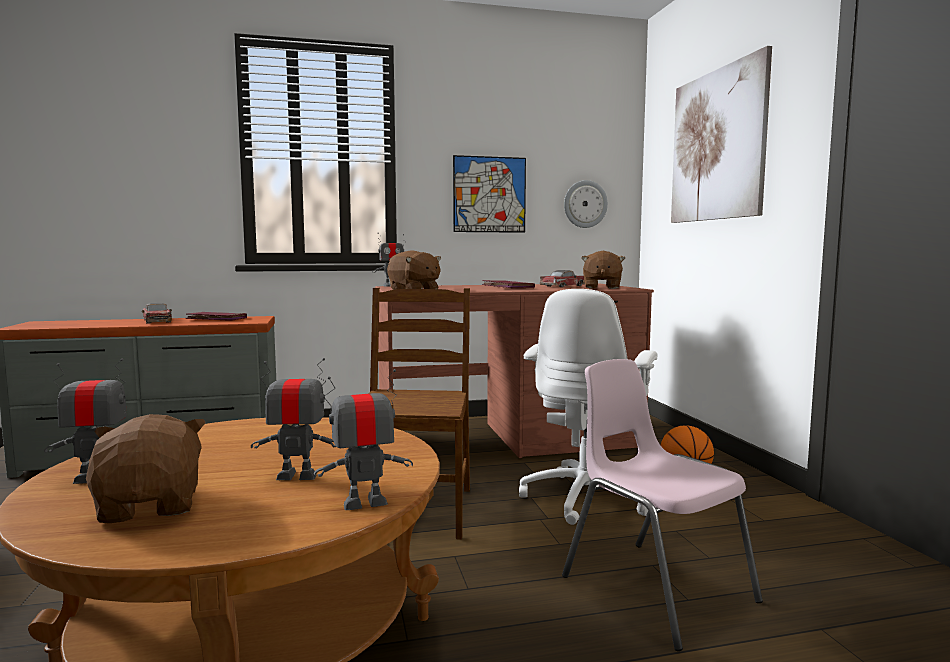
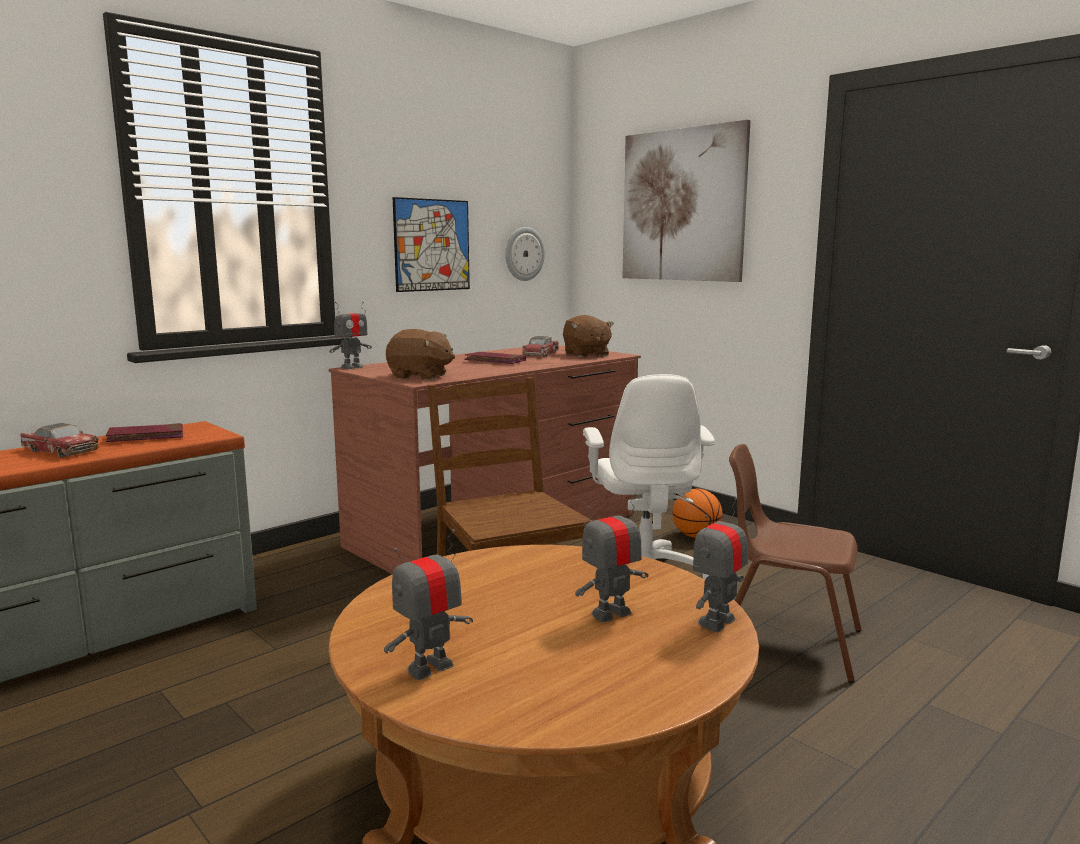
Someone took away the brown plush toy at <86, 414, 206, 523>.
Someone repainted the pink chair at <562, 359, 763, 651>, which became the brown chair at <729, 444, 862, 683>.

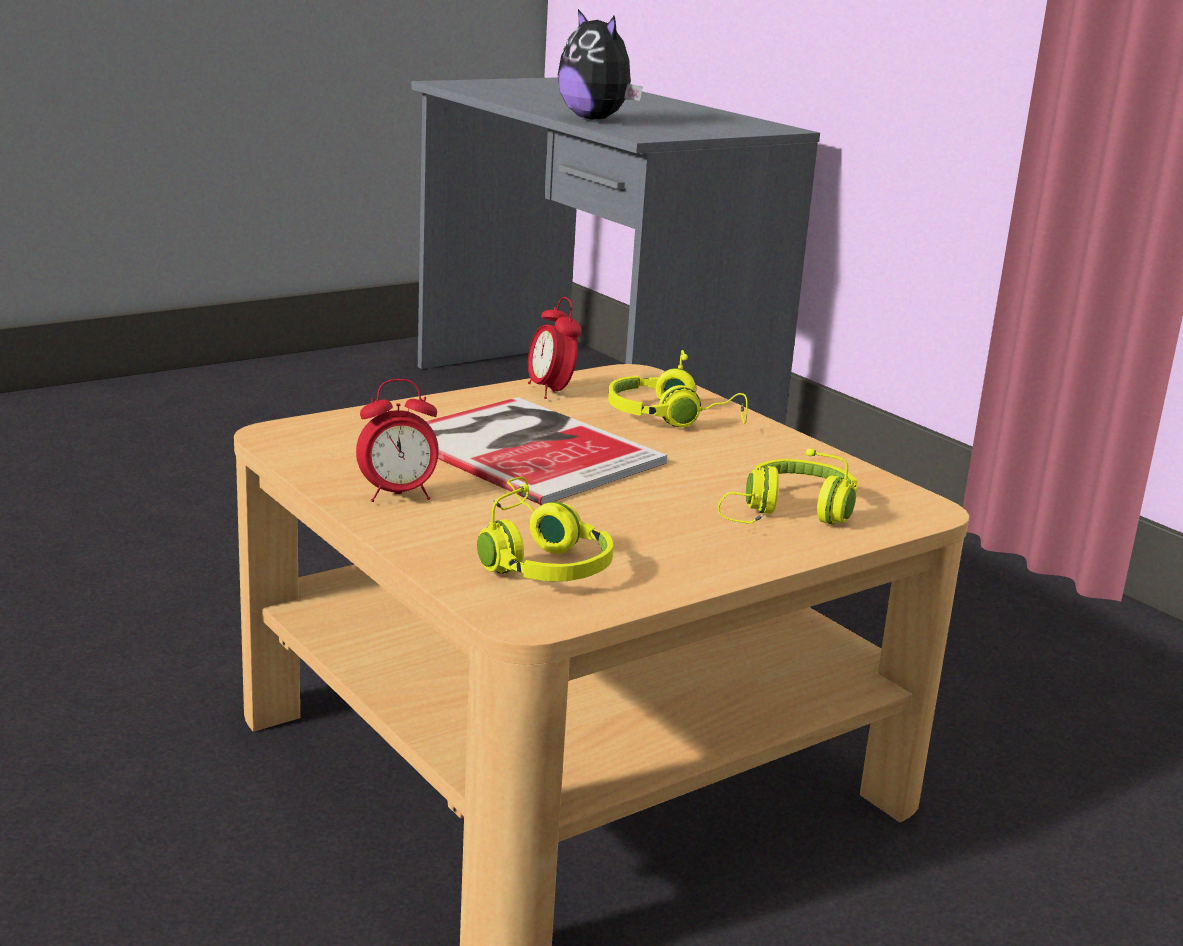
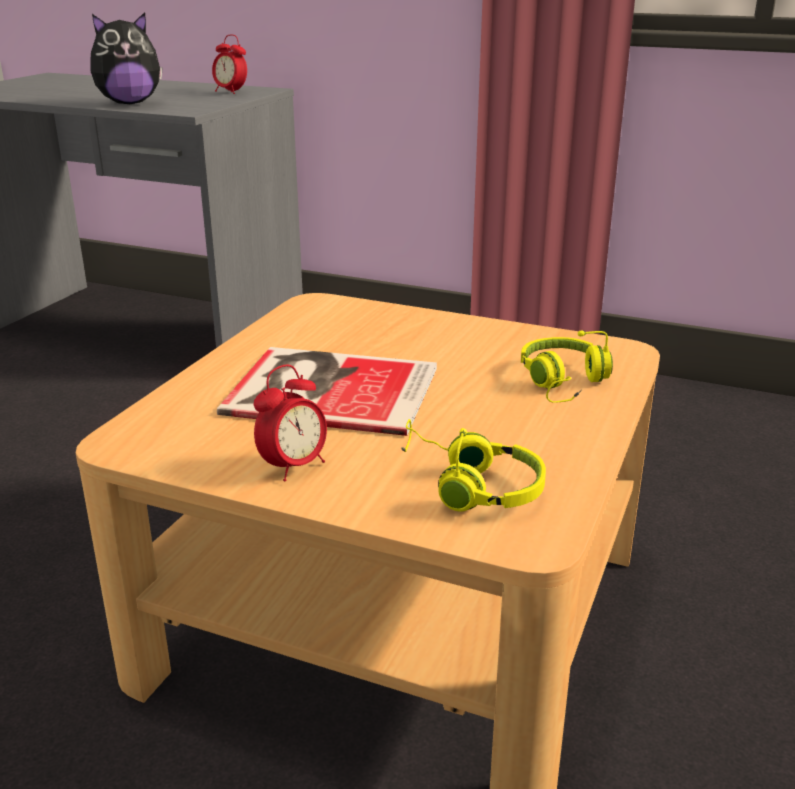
Someone carried the alarm clock from <528, 297, 582, 399> to <212, 34, 247, 94>.
Someone rotated the plush toy at <558, 9, 642, 120> by 45 degrees counterclockwise.
Someone took away the yellow headphones at <608, 350, 748, 427>.

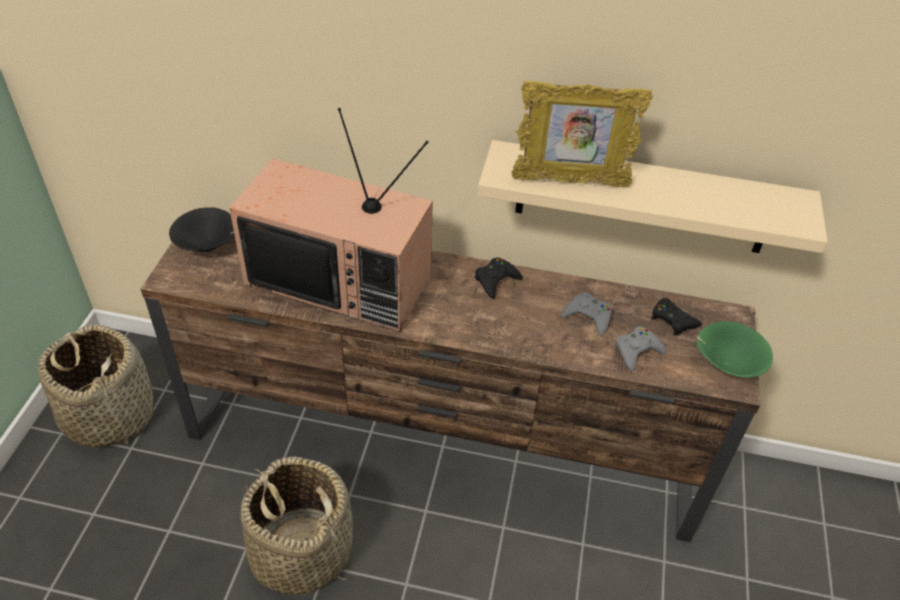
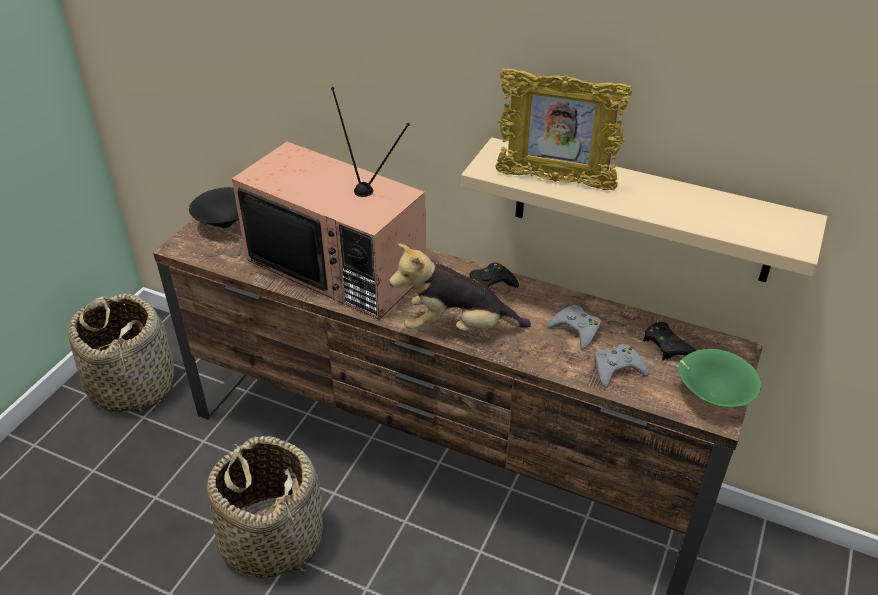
Someone put down the plush toy at <389, 243, 531, 331>.

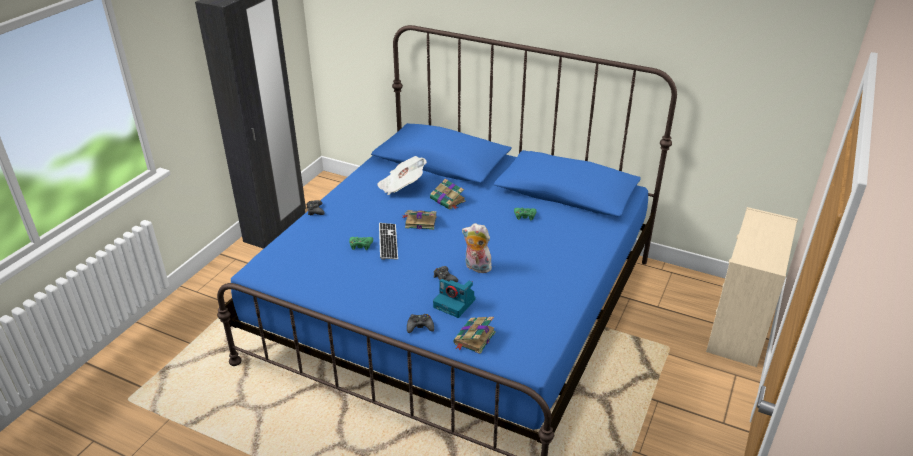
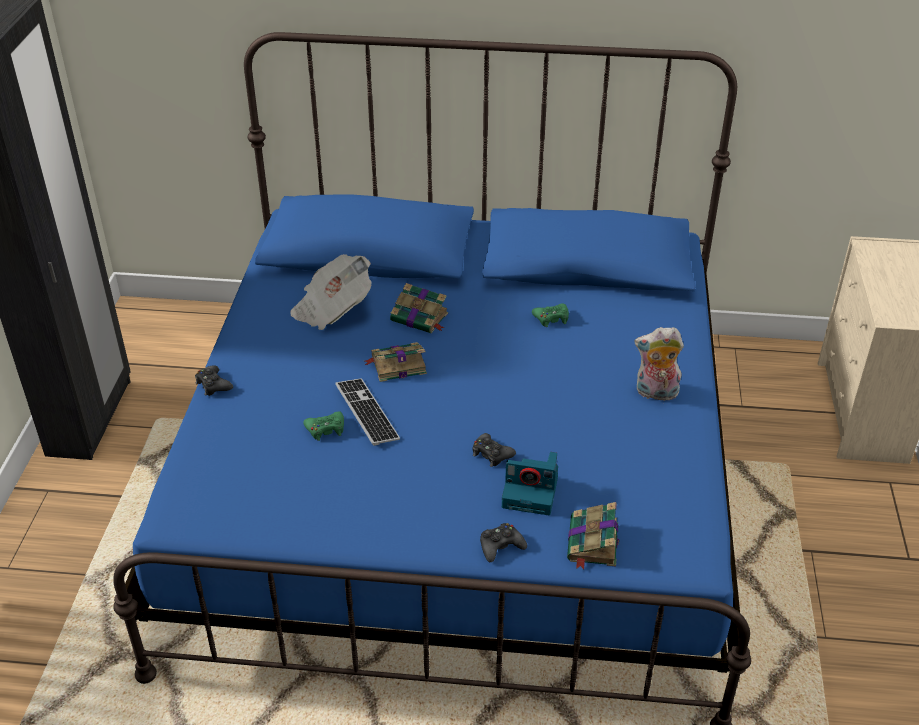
Someone carried the plush toy from <462, 223, 492, 273> to <635, 327, 684, 401>.

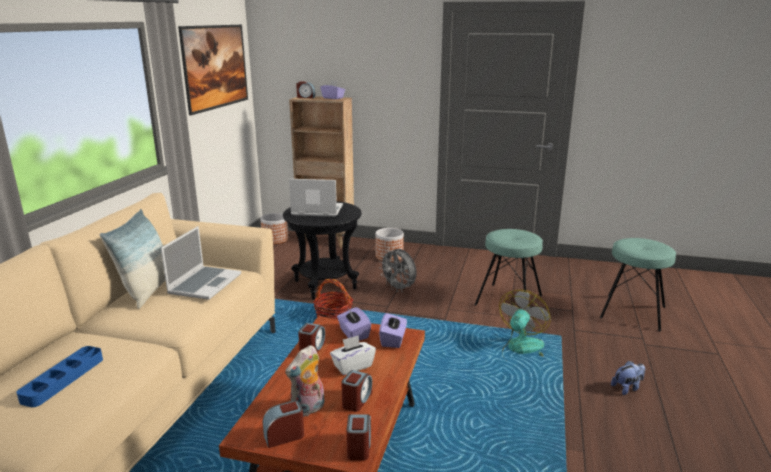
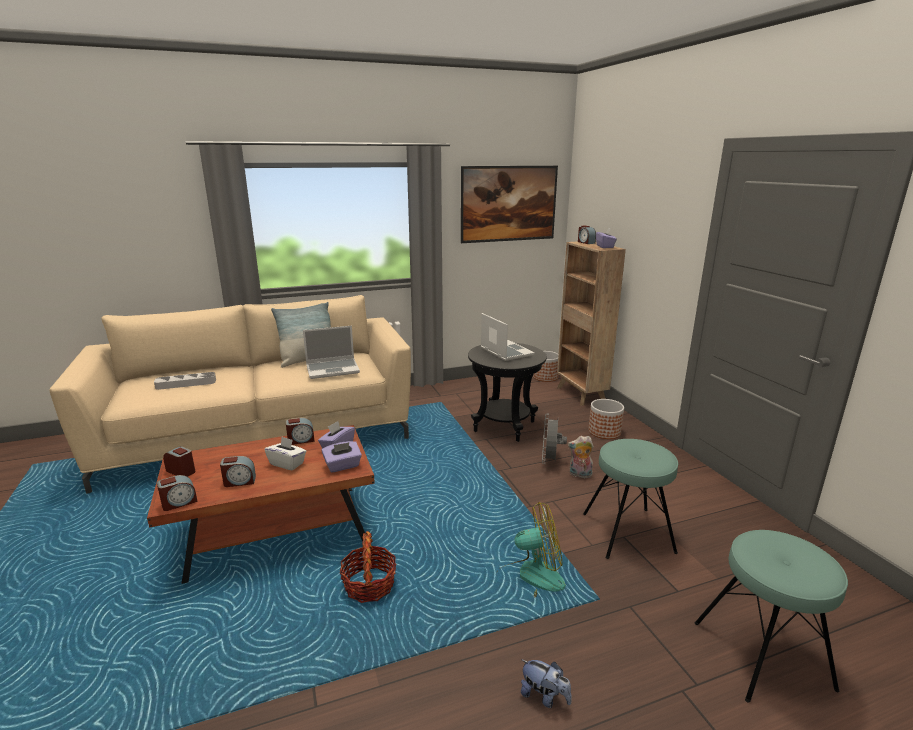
Someone repainted the blue tray at <17, 346, 103, 407>, which became the grey tray at <154, 372, 216, 390>.
Someone carried the plush toy from <285, 345, 325, 417> to <568, 436, 594, 478>.
Someone carried the basket from <313, 279, 353, 319> to <340, 531, 397, 603>.

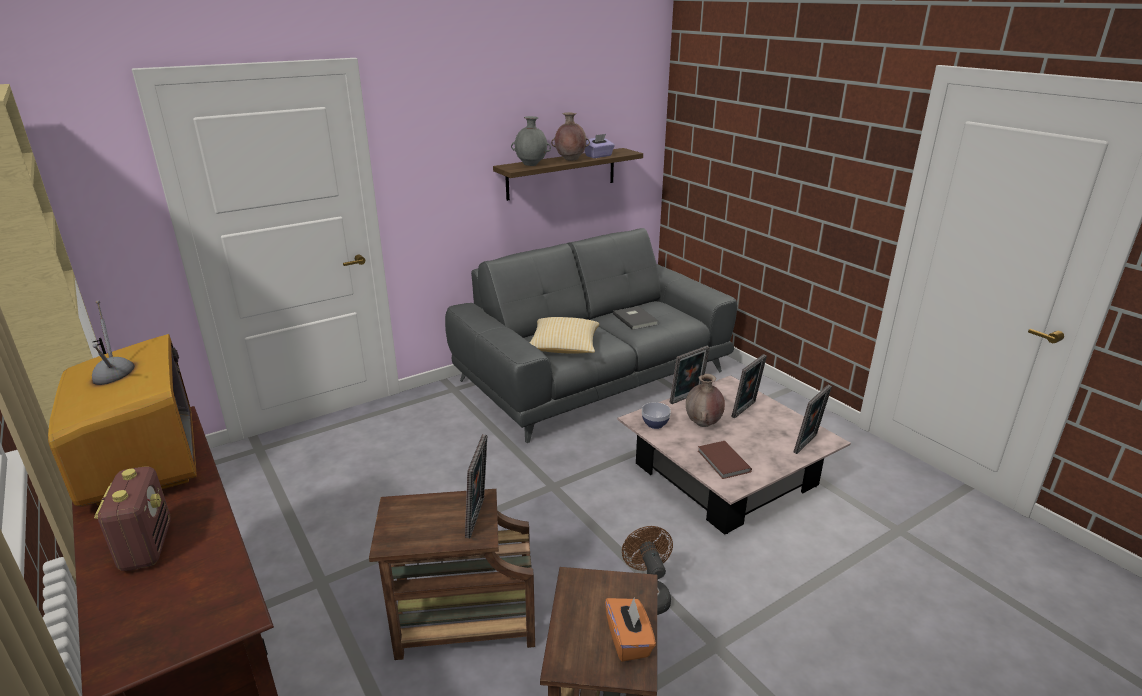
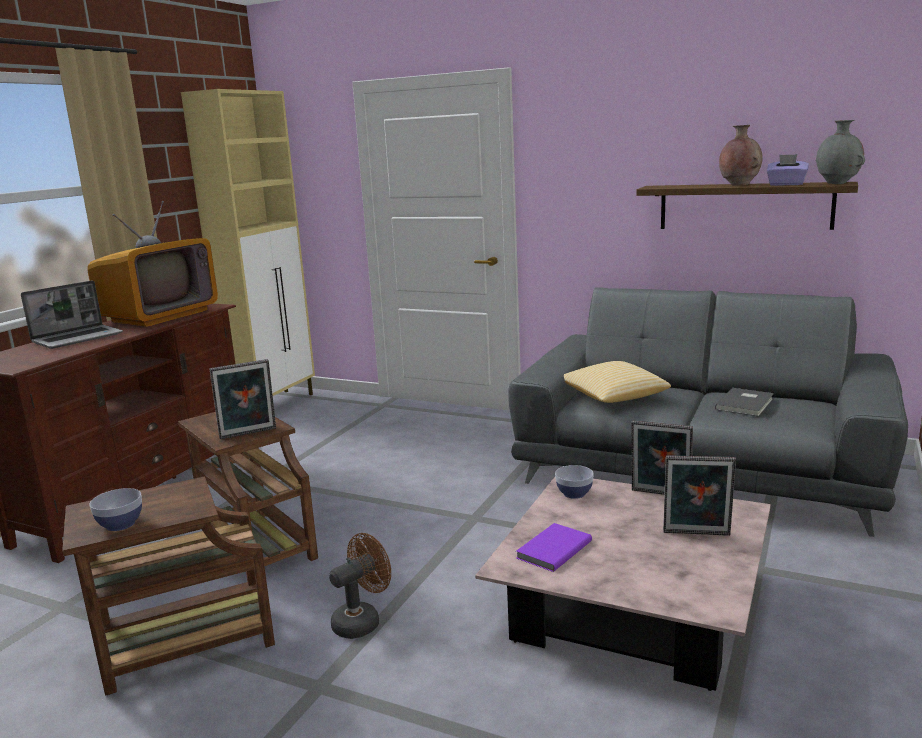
Someone swapped the radio at <94, 466, 171, 571> for the laptop at <21, 281, 123, 349>.
Someone carried the grey vase from <511, 116, 551, 166> to <816, 120, 865, 184>.
Someone swapped the orange tissue box at <605, 598, 656, 662> for the bowl at <90, 488, 142, 531>.
Someone took away the brown vase at <686, 374, 725, 427>.
Someone repainted the brown book at <698, 441, 752, 479>, which became the purple book at <516, 523, 592, 572>.
Someone took away the picture frame at <794, 385, 832, 454>.

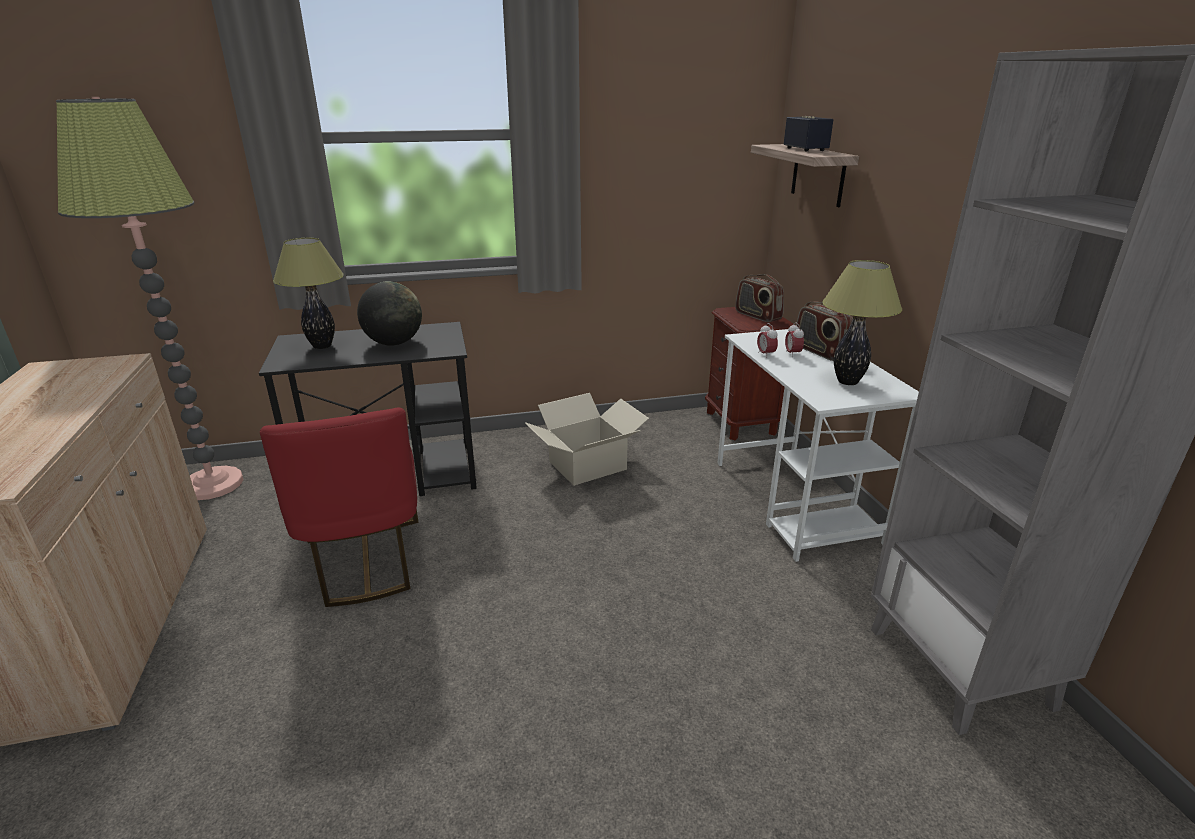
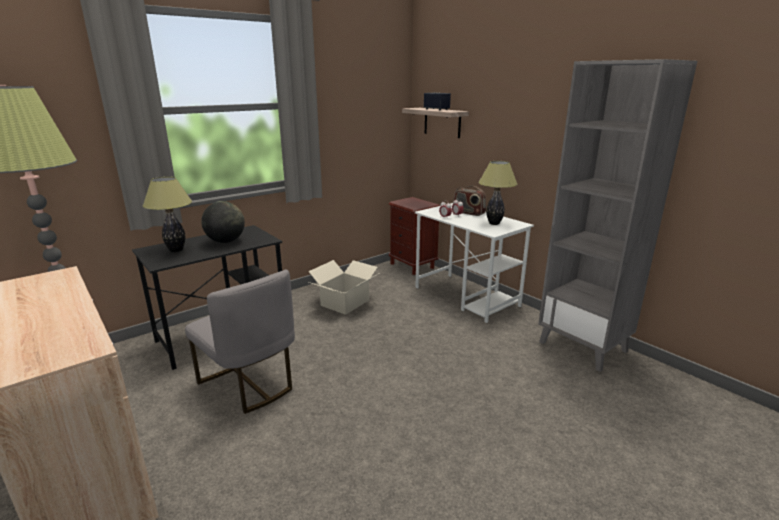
Someone repainted the red chair at <260, 408, 418, 607>, which became the grey chair at <185, 270, 295, 414>.
Someone took away the radio at <735, 274, 784, 322>.

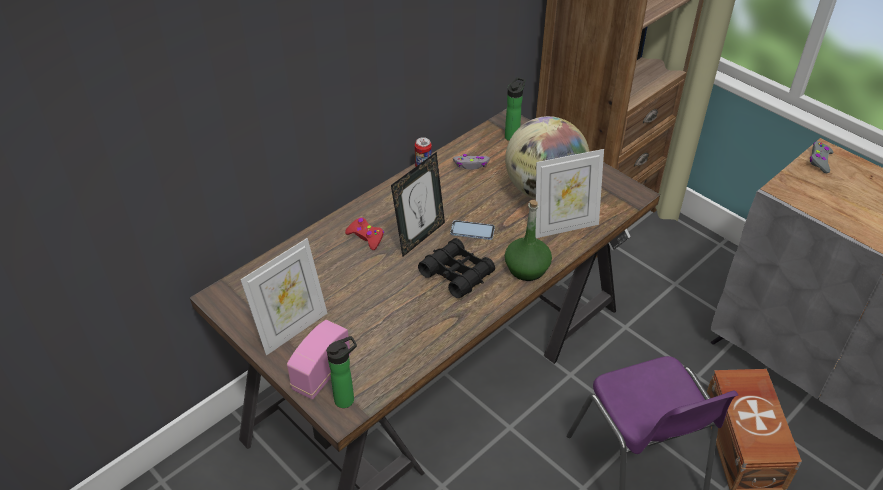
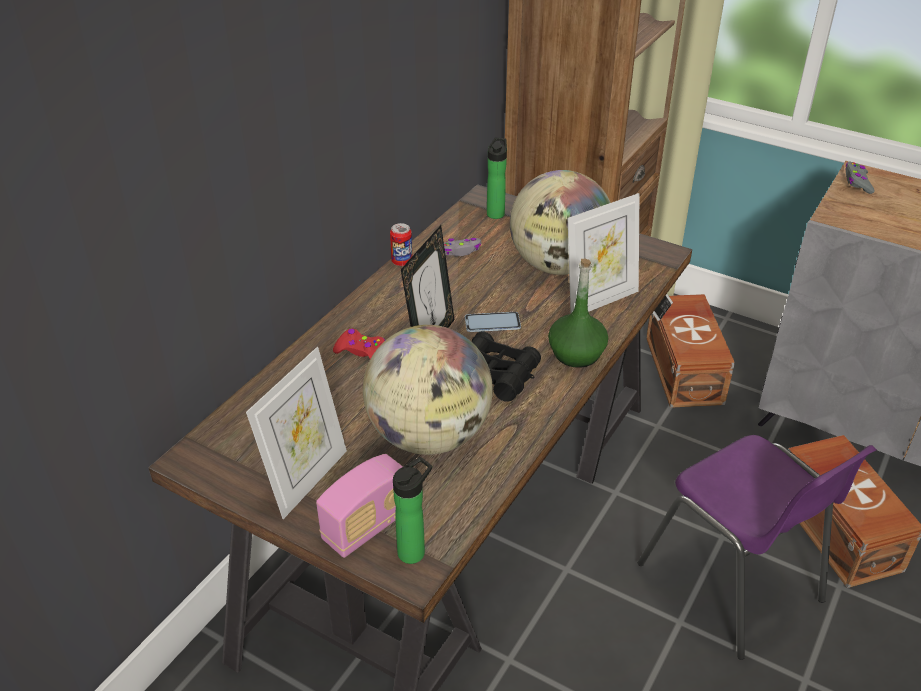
Someone rotated the radio at <287, 320, 350, 400> by 150 degrees counterclockwise.
Someone put down the globe at <363, 325, 493, 455>.
Someone put down the brown storage box at <646, 294, 735, 408>.

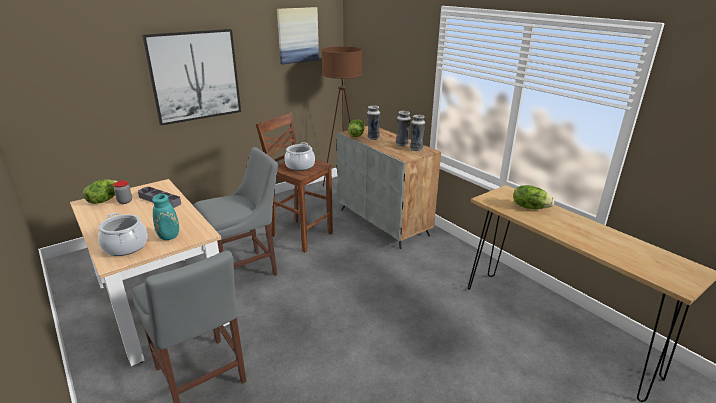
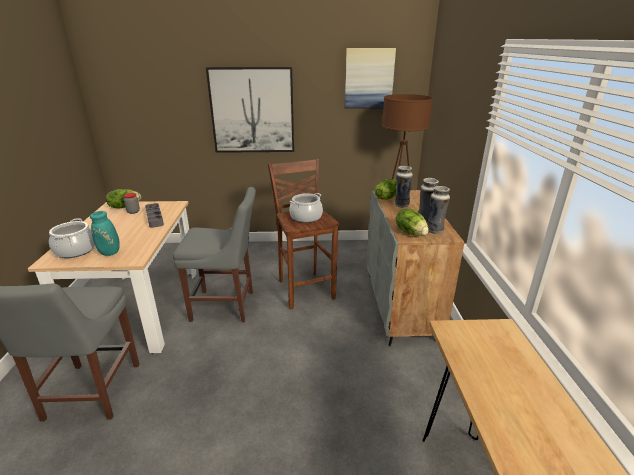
Someone carried the lettuce from <513, 185, 554, 209> to <396, 209, 429, 236>.

